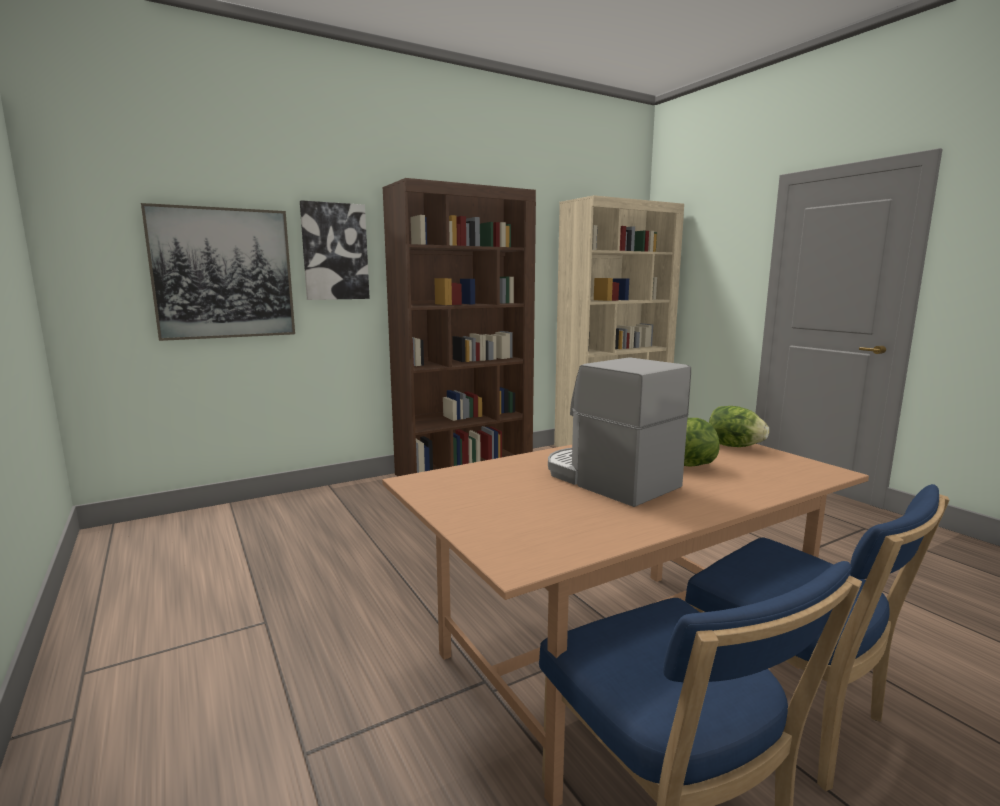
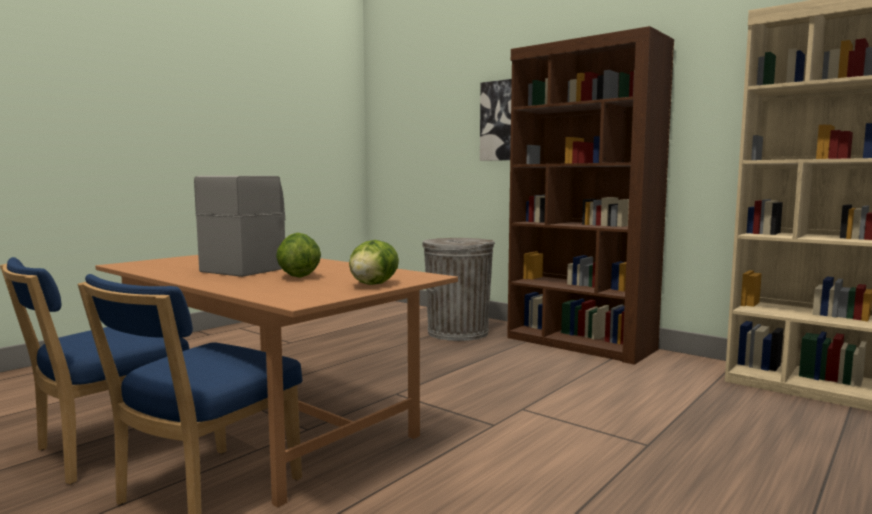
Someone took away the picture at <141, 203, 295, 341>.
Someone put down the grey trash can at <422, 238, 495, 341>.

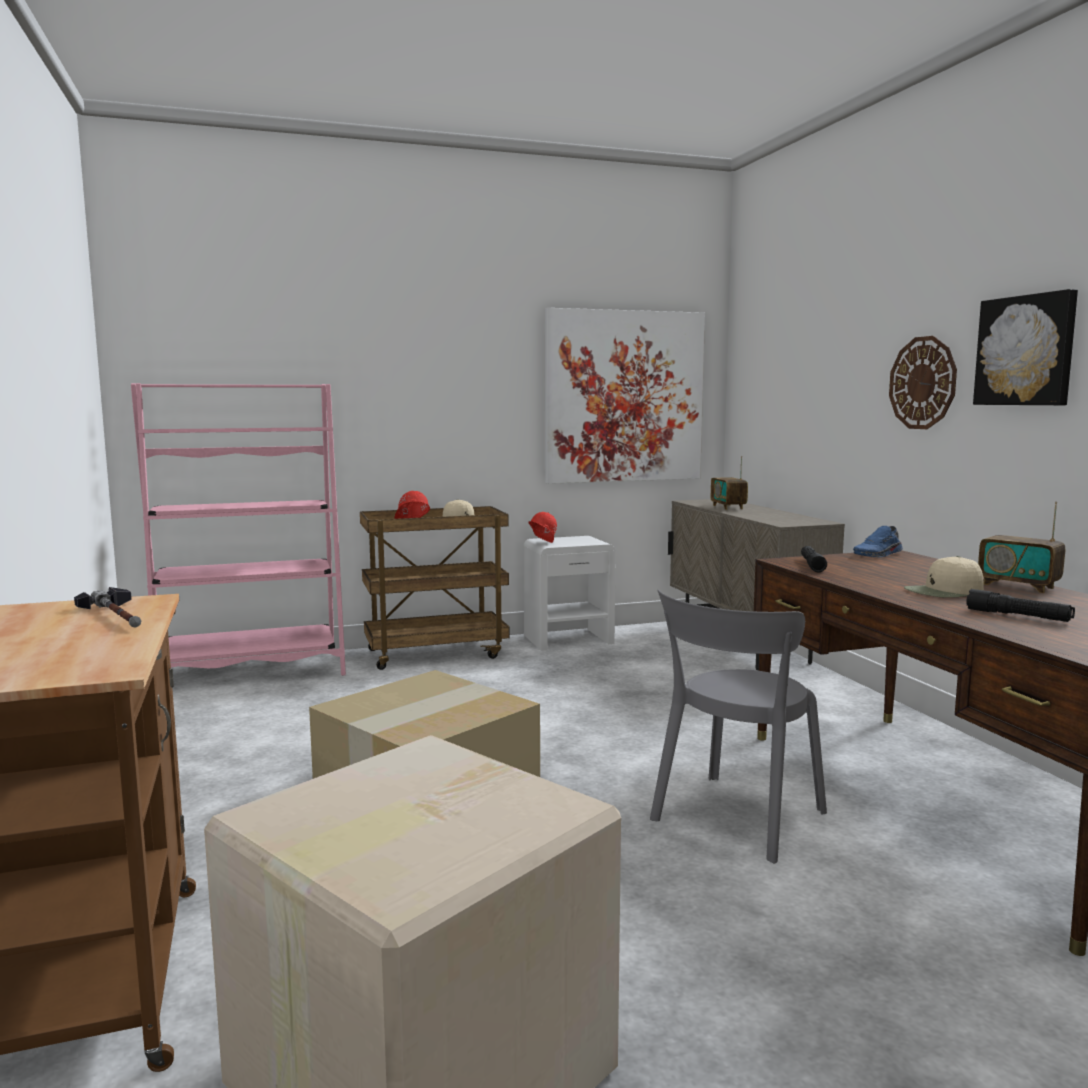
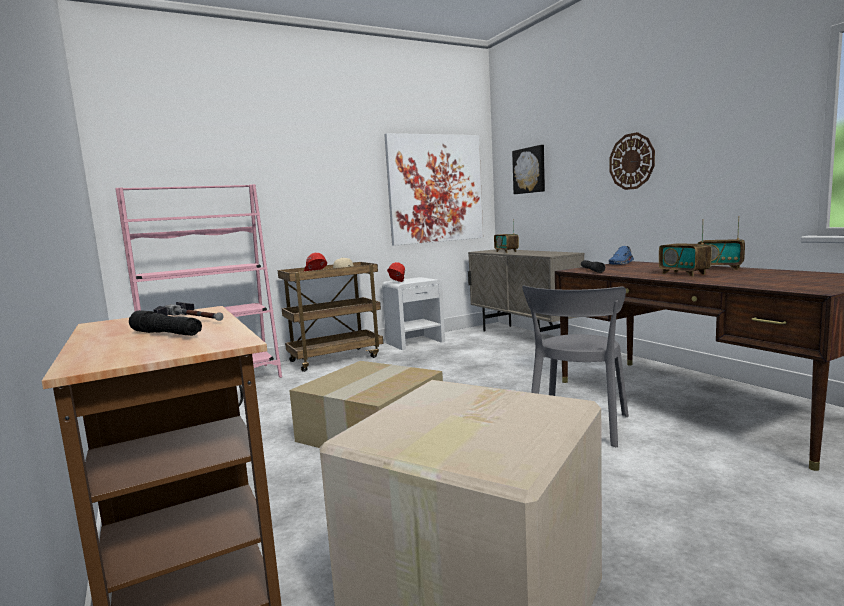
Someone swapped the beige cap at <904, 556, 984, 598> for the radio at <659, 219, 712, 276>.
Someone carried the black flashlight from <966, 589, 1075, 622> to <129, 310, 202, 336>.
Someone carried the picture from <973, 289, 1078, 405> to <512, 145, 545, 194>.

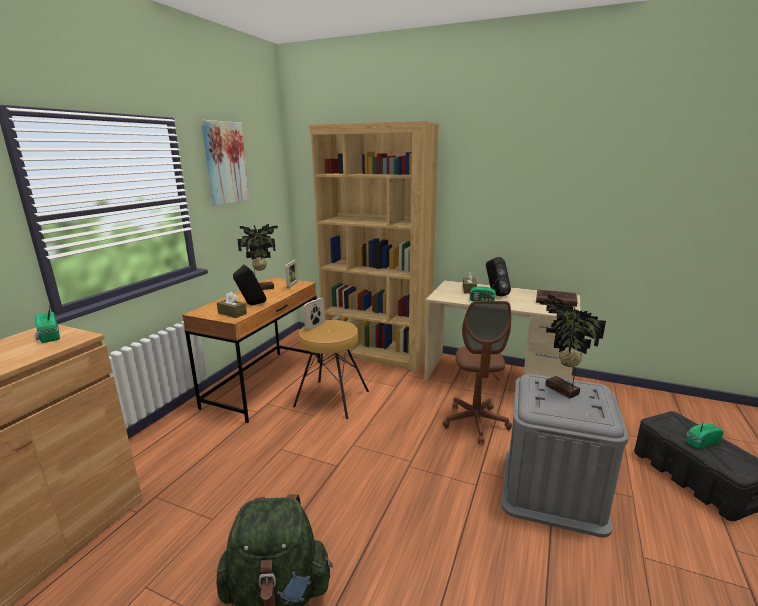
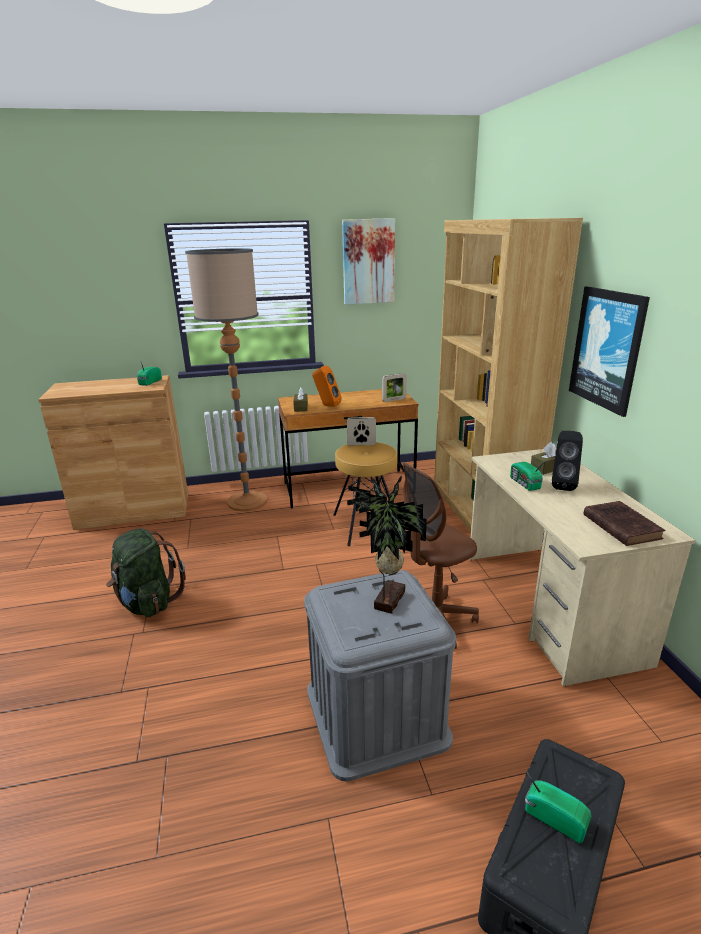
Someone repainted the black speaker at <233, 265, 266, 305>, which became the orange speaker at <312, 366, 342, 407>.
Someone took away the potted plant at <238, 224, 278, 290>.
Someone put down the floor lamp at <185, 248, 267, 511>.
Someone put up the picture at <569, 286, 650, 417>.

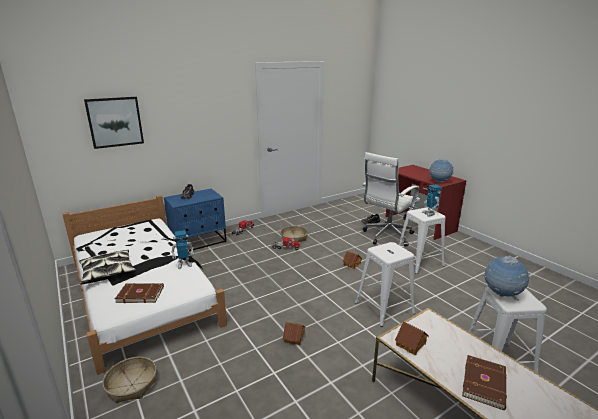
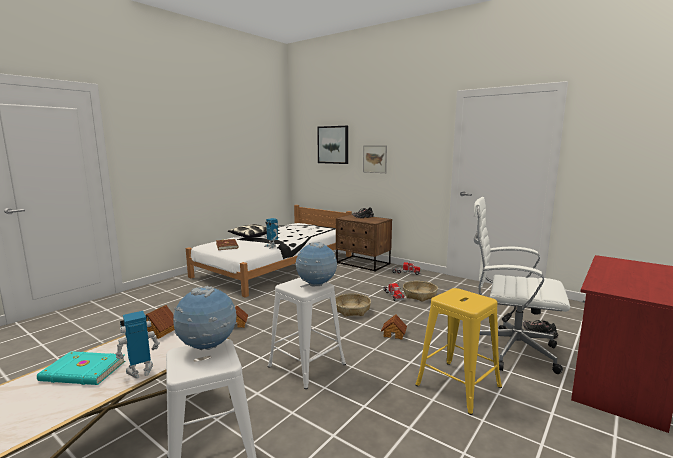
Someone carried the basket from <103, 357, 156, 403> to <335, 293, 371, 317>.
Someone repainted the blue nightstand at <164, 189, 226, 251>, which became the brown nightstand at <336, 214, 392, 272>.
Someone repainted the white stool at <399, 208, 446, 274>, which became the yellow stool at <415, 288, 502, 415>.
Someone carried the toy robot from <422, 184, 442, 217> to <116, 311, 160, 379>.
Someone carried the globe from <429, 159, 453, 183> to <295, 242, 337, 287>.
Someone repainted the brown book at <462, 355, 507, 410>, which became the turquoise book at <37, 351, 125, 385>.
Someone put up the picture at <363, 145, 387, 173>.

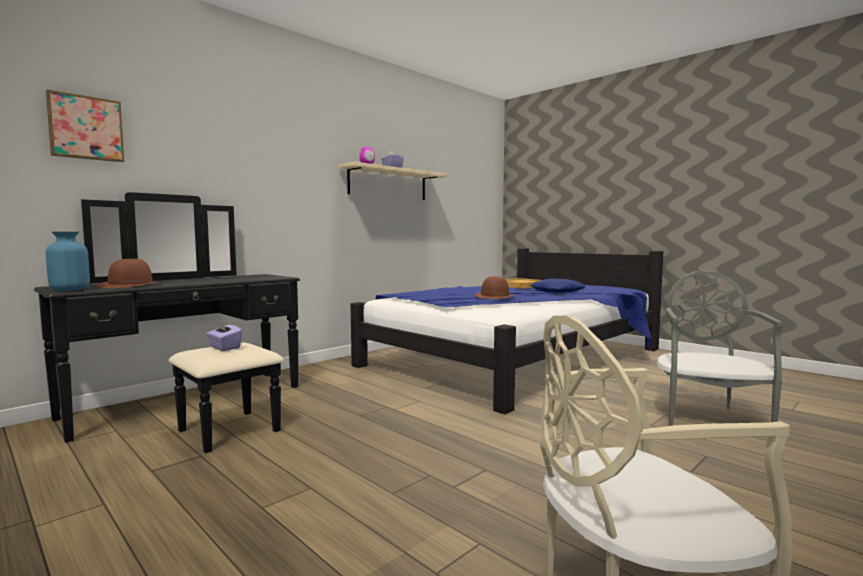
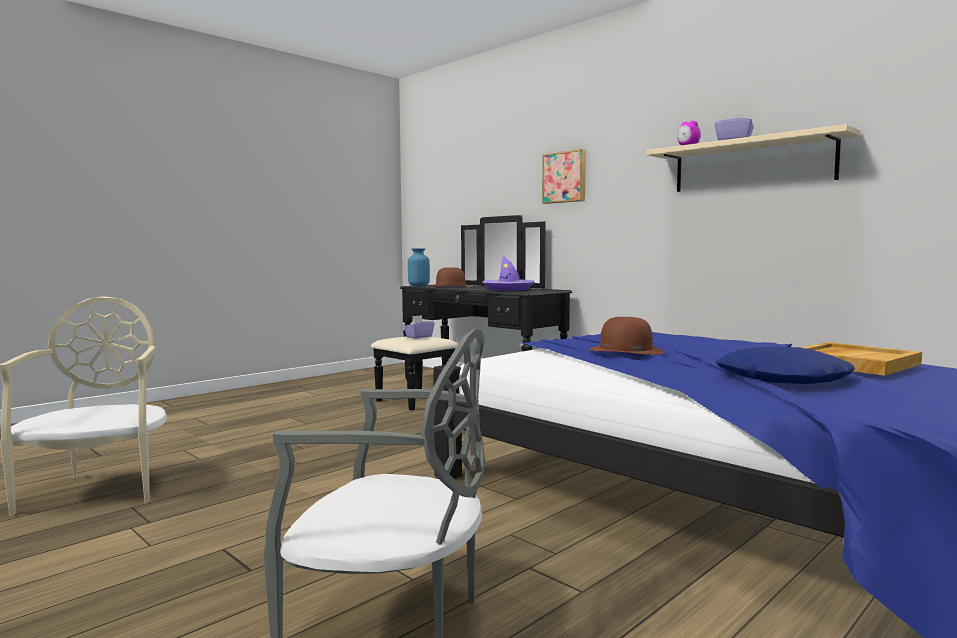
Someone carried the picture from <46, 89, 125, 162> to <542, 149, 586, 204>.
Someone put down the purple hat at <483, 256, 535, 291>.

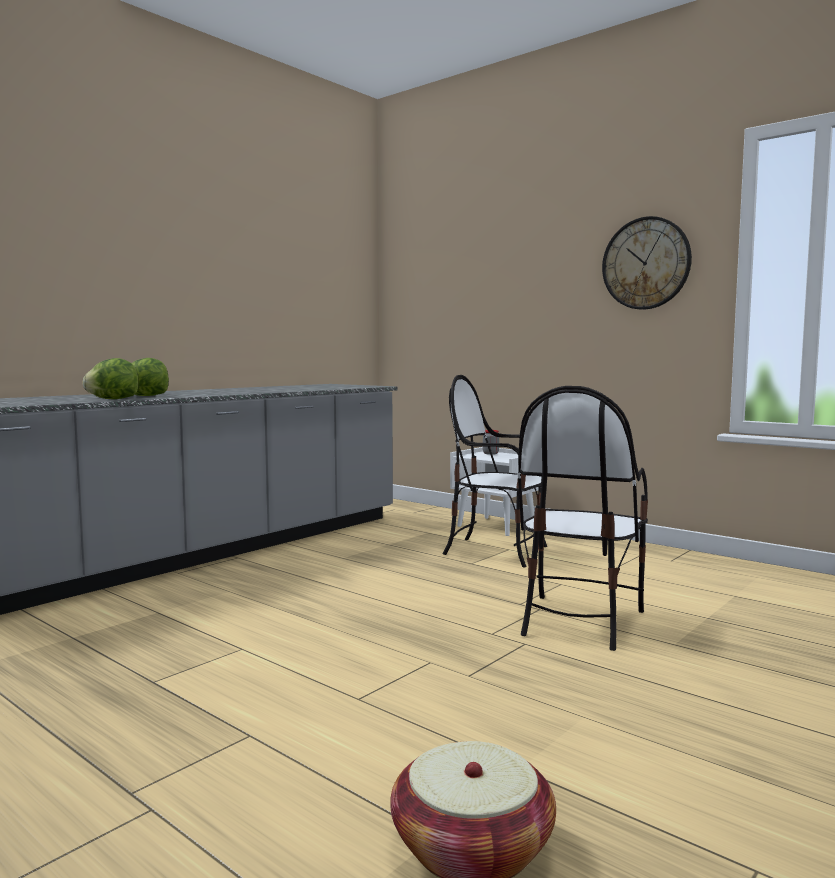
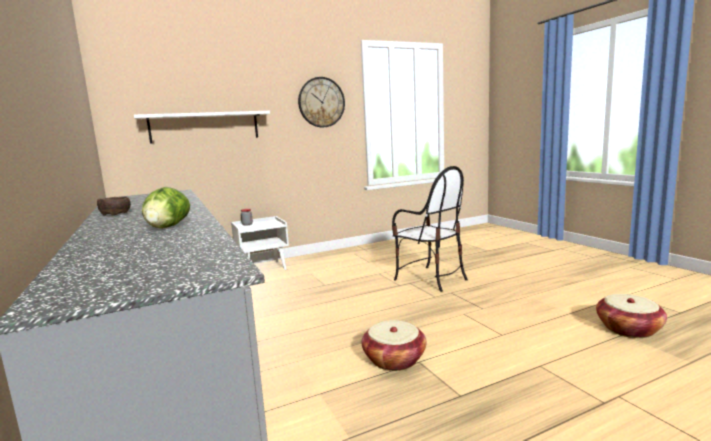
Someone took away the lettuce at <82, 358, 138, 399>.
Someone took away the chair at <443, 375, 547, 567>.
Someone put down the brown bowl at <97, 197, 131, 216>.
Someone put up the white shelf at <134, 111, 270, 143>.
Someone put down the basket at <361, 320, 426, 371>.

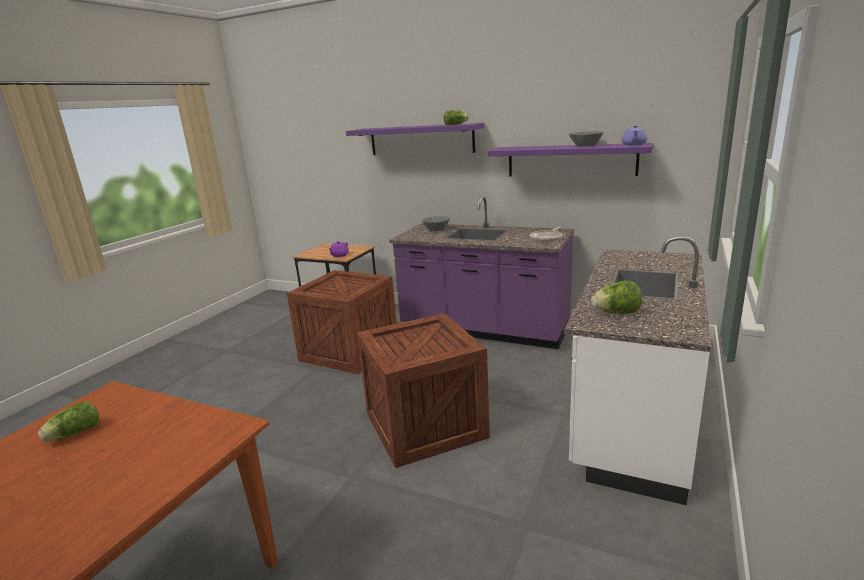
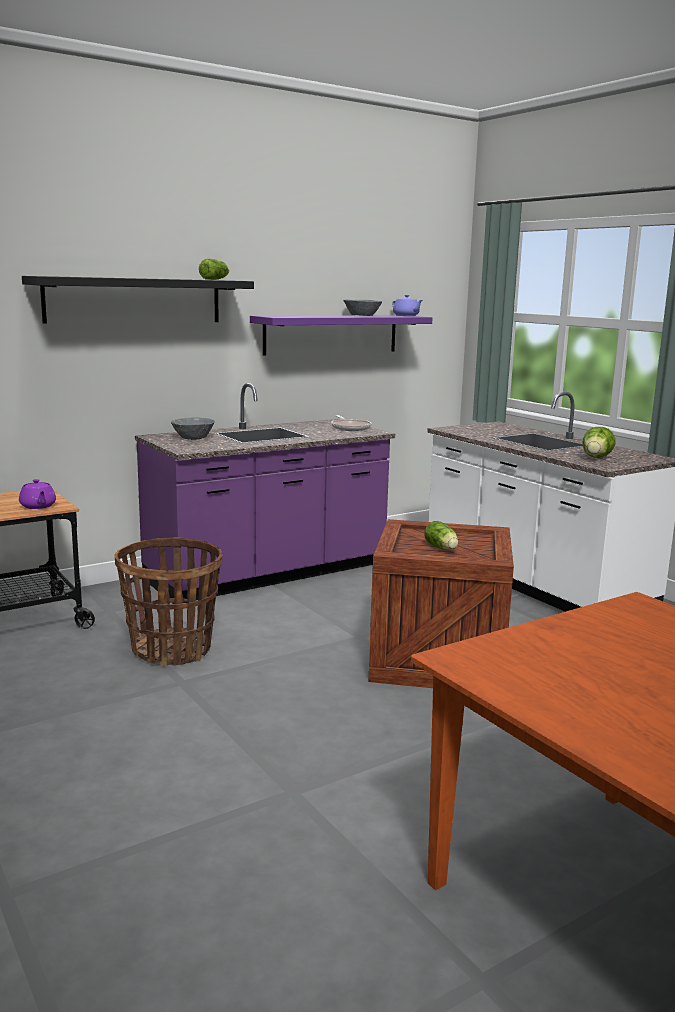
Someone carried the lettuce from <38, 402, 99, 442> to <424, 521, 458, 550>.
Someone swapped the crate at <287, 270, 397, 374> for the basket at <115, 537, 223, 666>.
Someone repainted the purple shelf at <346, 123, 484, 155>, which became the black shelf at <22, 276, 254, 324>.

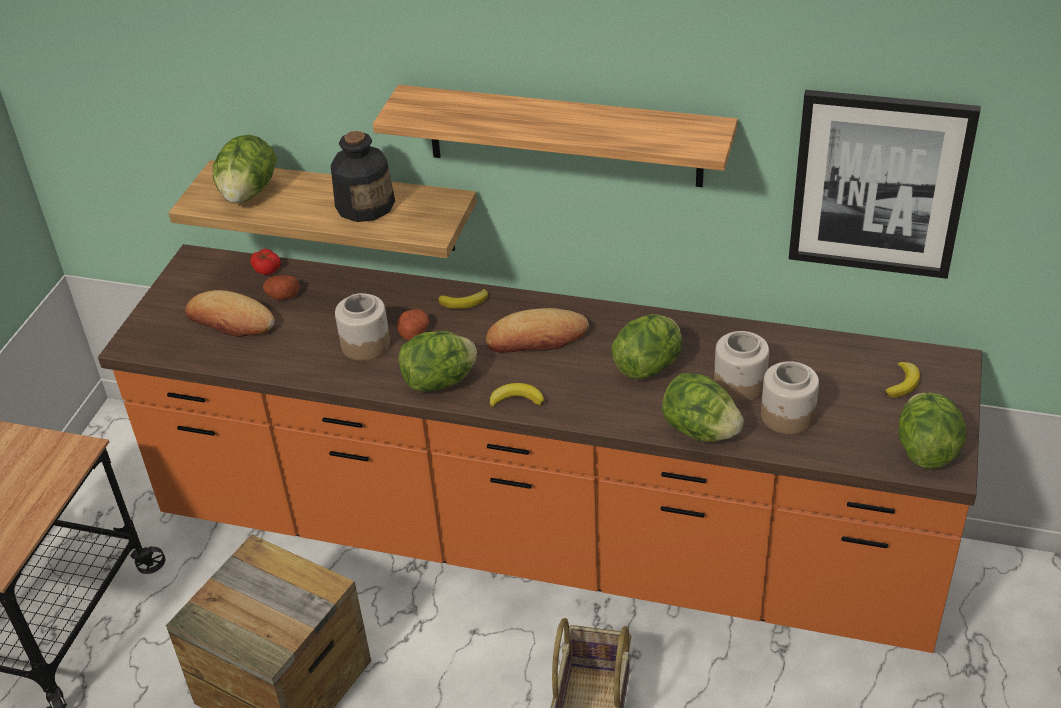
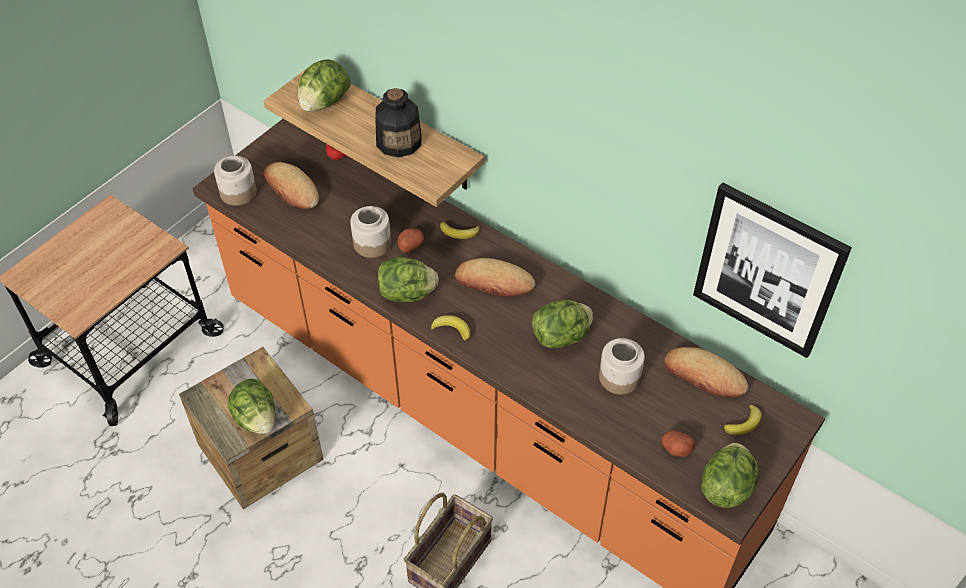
Someone carried the potato from <263, 275, 300, 300> to <662, 430, 695, 457>.
Someone took away the shelf at <373, 85, 738, 187>.
Someone carried the lettuce from <662, 373, 744, 442> to <228, 379, 275, 434>.
Someone carried the jar from <761, 361, 819, 434> to <214, 156, 257, 206>.
Someone put down the bread at <664, 347, 748, 397>.

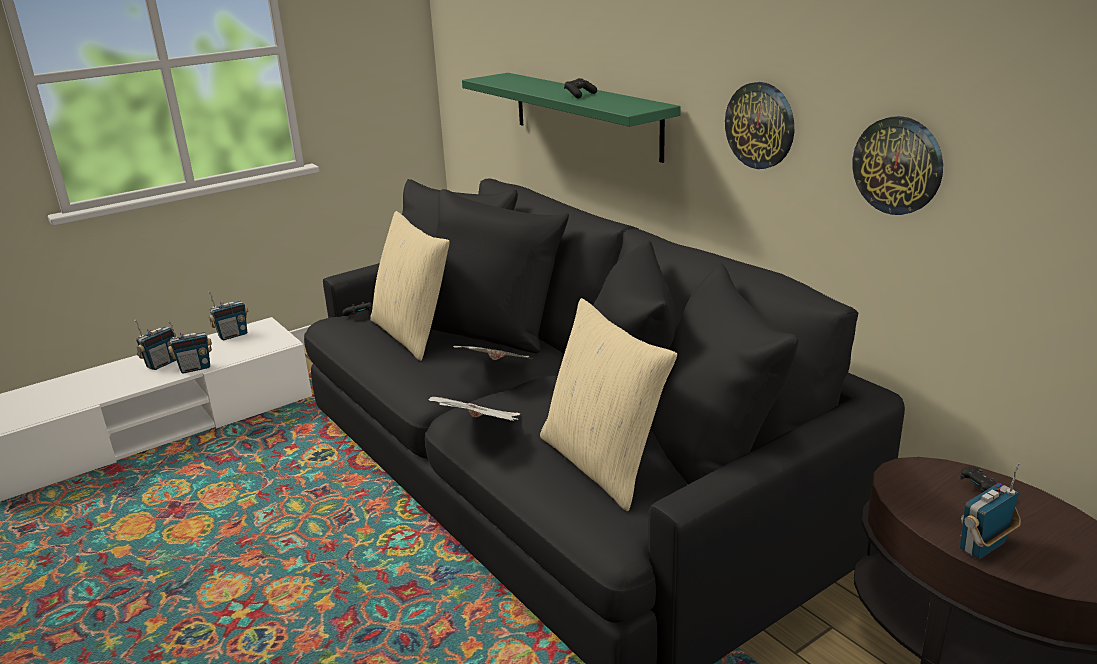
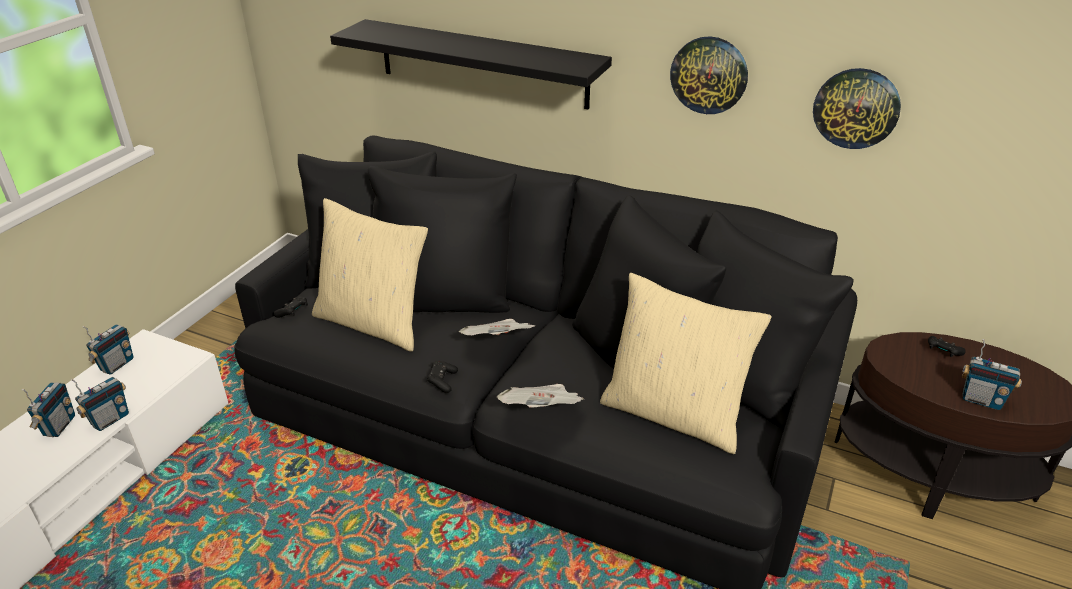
Someone repainted the green shelf at <462, 73, 681, 163>, which became the black shelf at <330, 19, 612, 110>.
Someone carried the black game controller from <564, 78, 597, 98> to <427, 361, 458, 393>.
Someone rotated the radio at <960, 463, 1021, 559> by 90 degrees counterclockwise.

